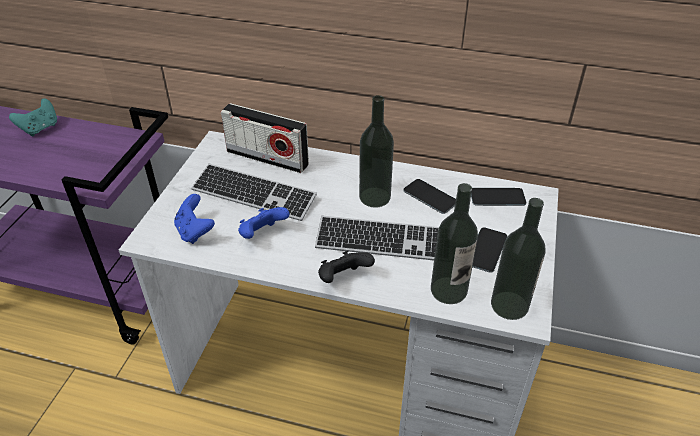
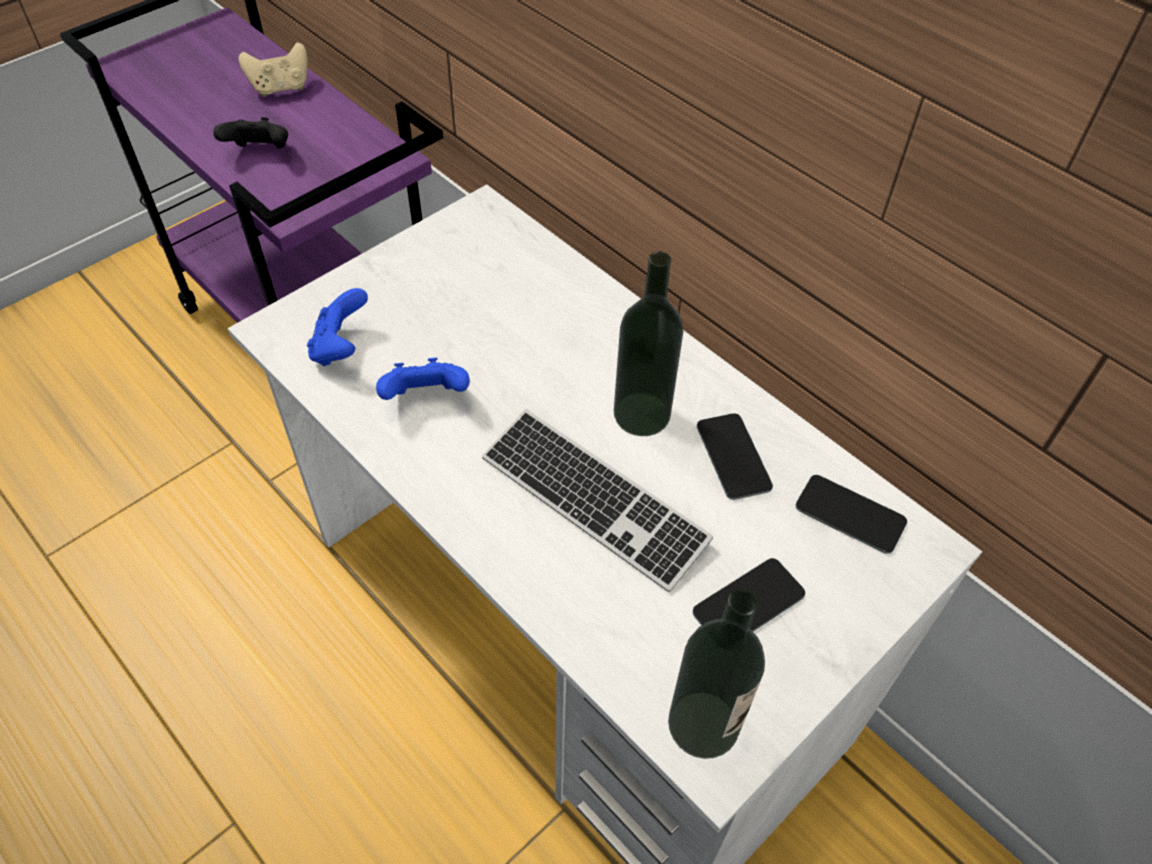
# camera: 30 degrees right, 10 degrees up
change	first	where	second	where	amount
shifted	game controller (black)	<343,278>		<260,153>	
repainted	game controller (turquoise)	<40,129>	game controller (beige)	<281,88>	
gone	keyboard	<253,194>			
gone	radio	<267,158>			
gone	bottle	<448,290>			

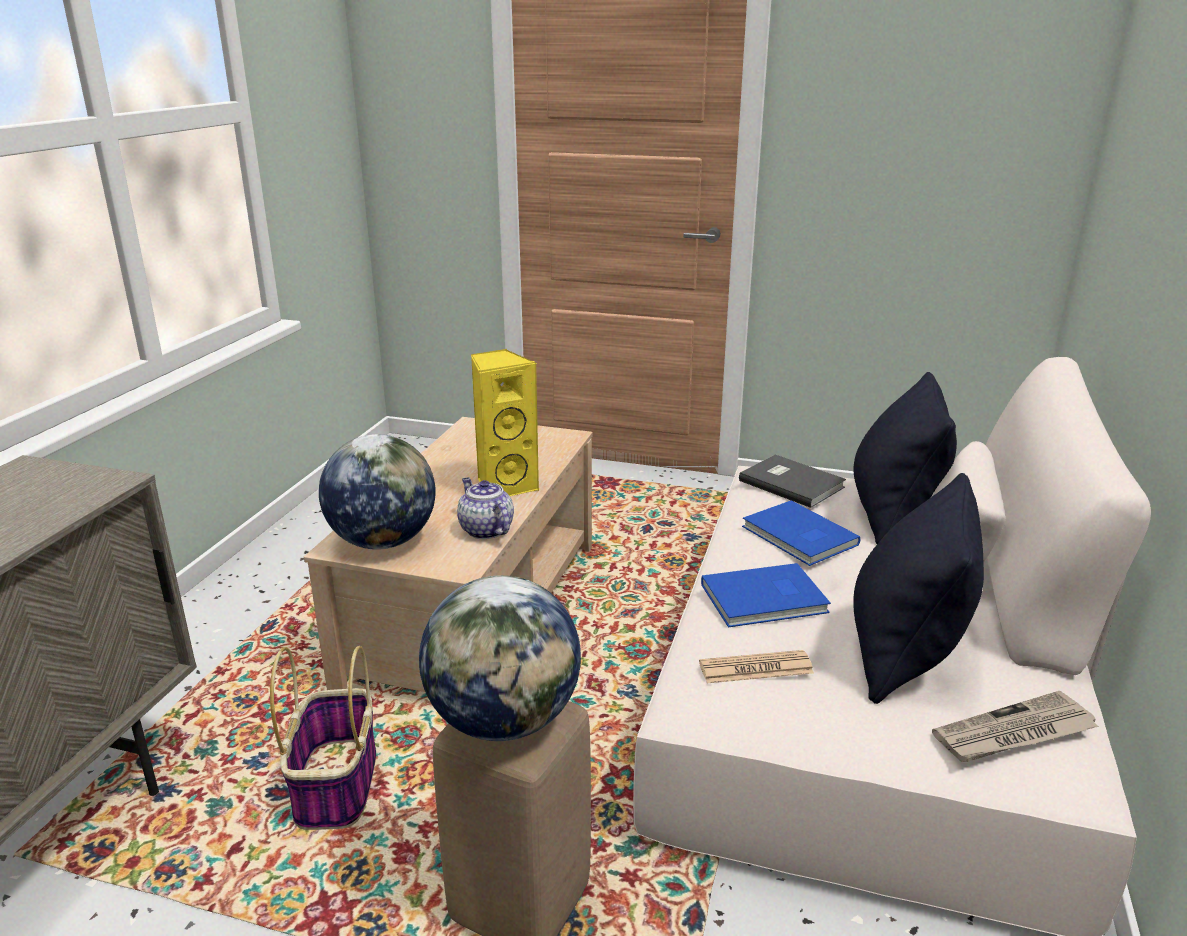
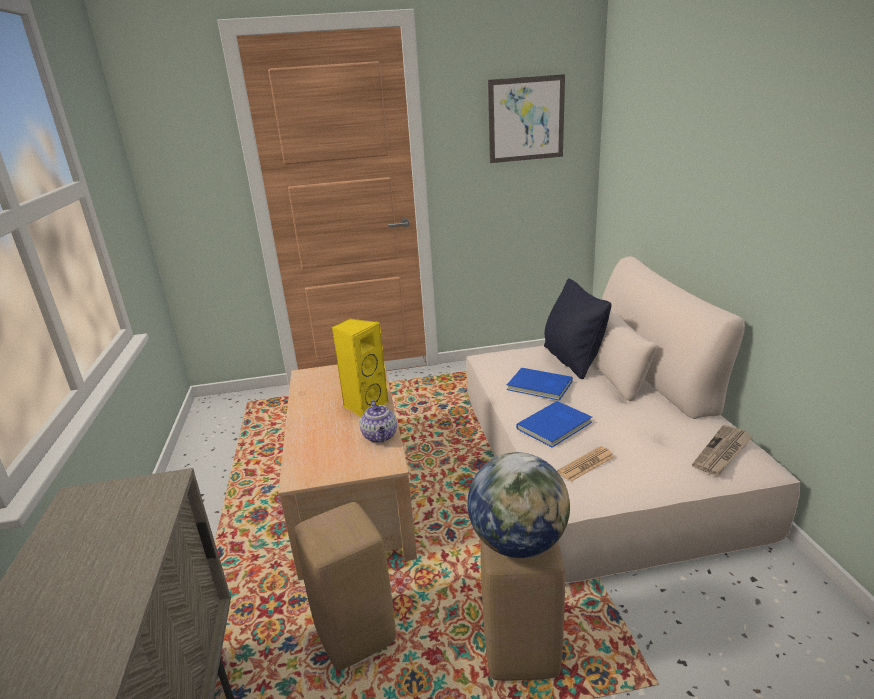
# camera: 25 degrees left, 0 degrees up
change	first	where	second	where	amount
swapped	basket	<336,784>	stool (beige)	<354,635>	
rotated	teapot	<485,530>		<380,436>	135 degrees counterclockwise
new			picture	<526,119>	
gone	globe	<383,541>			
gone	book (grey)	<791,483>			
gone	pillow (black)	<904,654>			

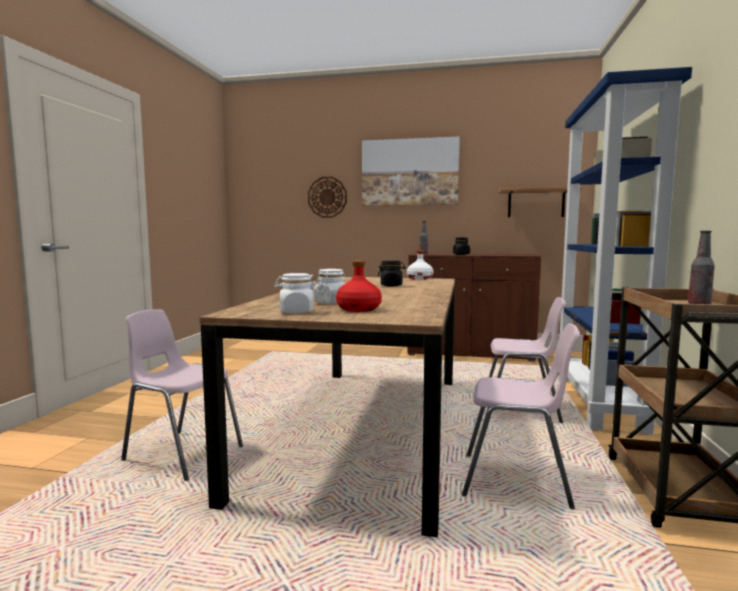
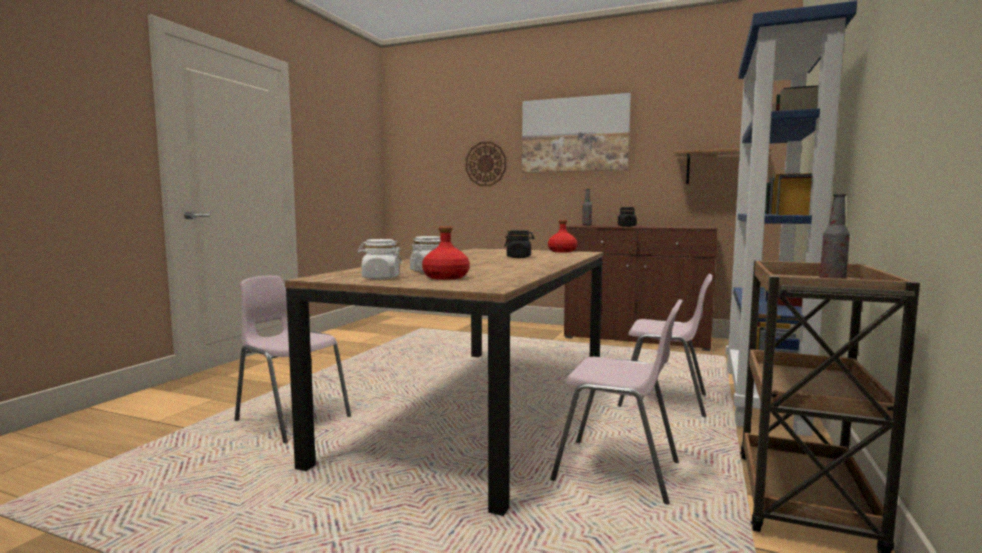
# camera: 10 degrees right, 0 degrees up
change	first	where	second	where	amount
repainted	bottle (white)	<420,278>	bottle (red)	<562,251>	

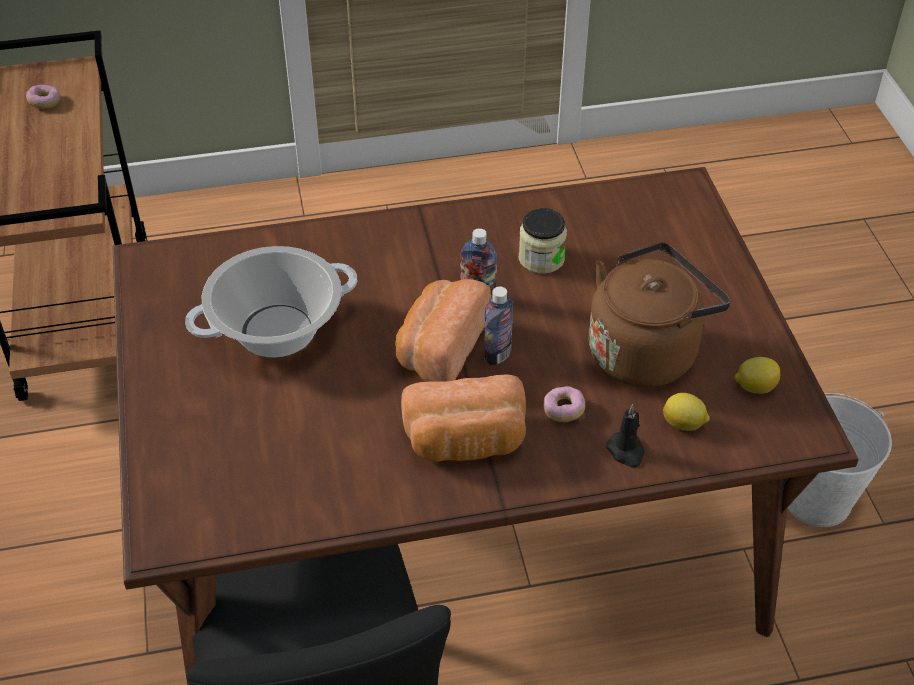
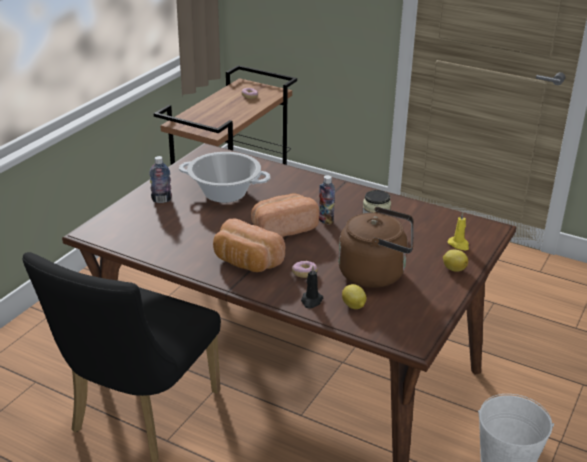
# camera: 40 degrees right, 15 degrees down
change	first	where	second	where	amount
shifted	bottle	<497,354>		<161,200>	
shifted	lemon	<754,386>		<453,269>	
new			candle (yellow)	<459,245>	

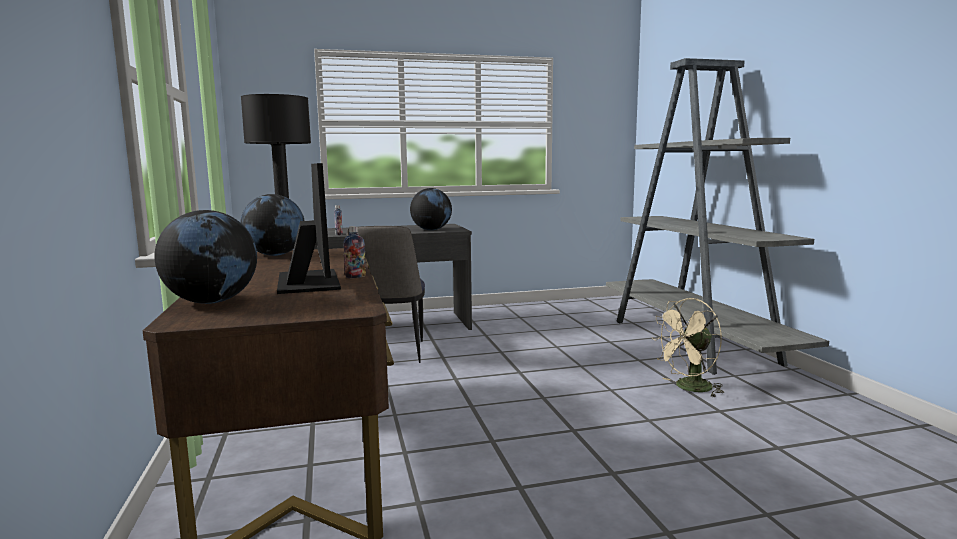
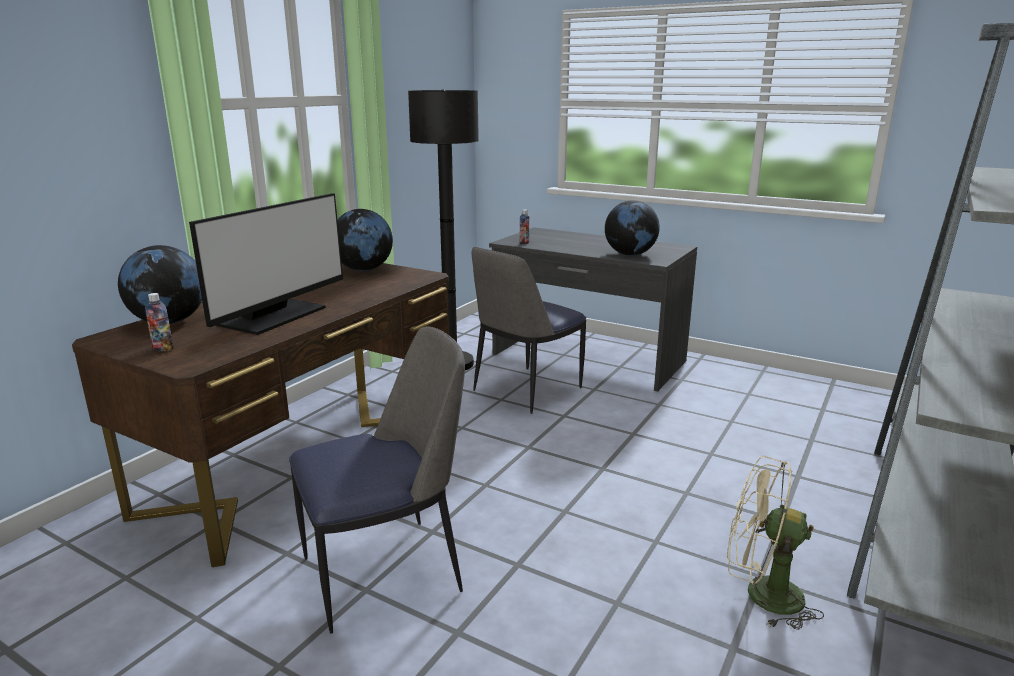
# camera: 45 degrees right, 10 degrees up
change	first	where	second	where	amount
shifted	bottle	<355,277>		<163,349>	
new			chair	<386,572>	

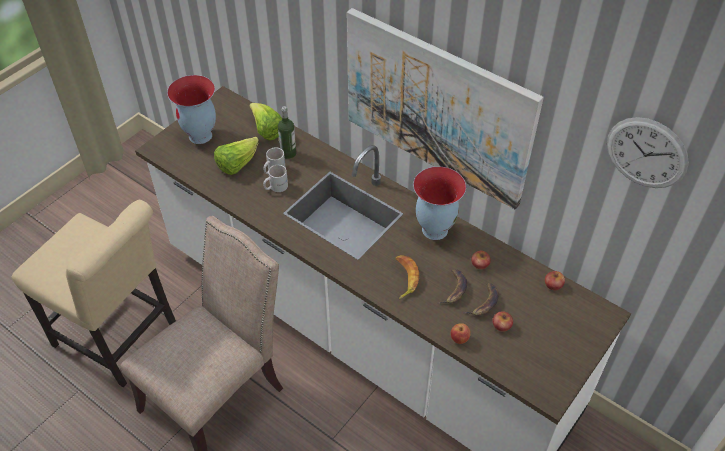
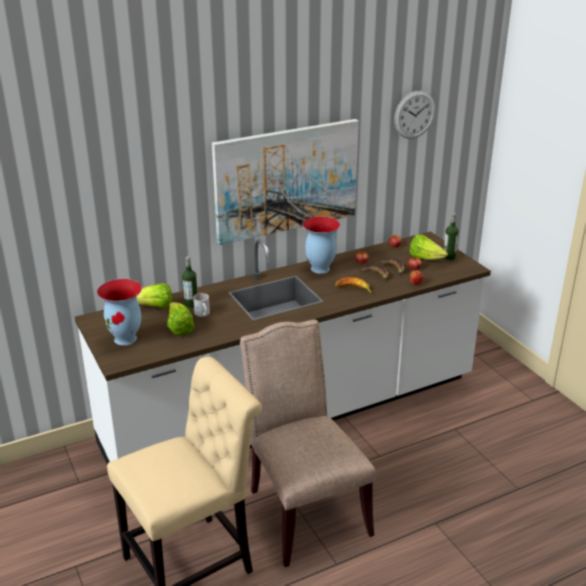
# camera: 65 degrees left, 20 degrees down
change	first	where	second	where	amount
new			lettuce	<425,258>	
new			bottle	<449,257>	
gone	mug (white)	<275,186>			

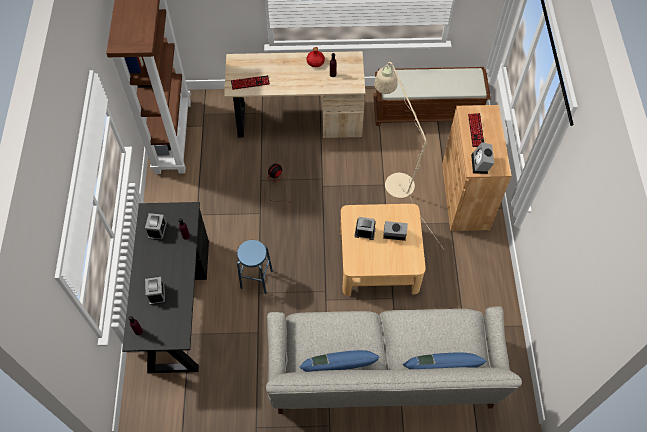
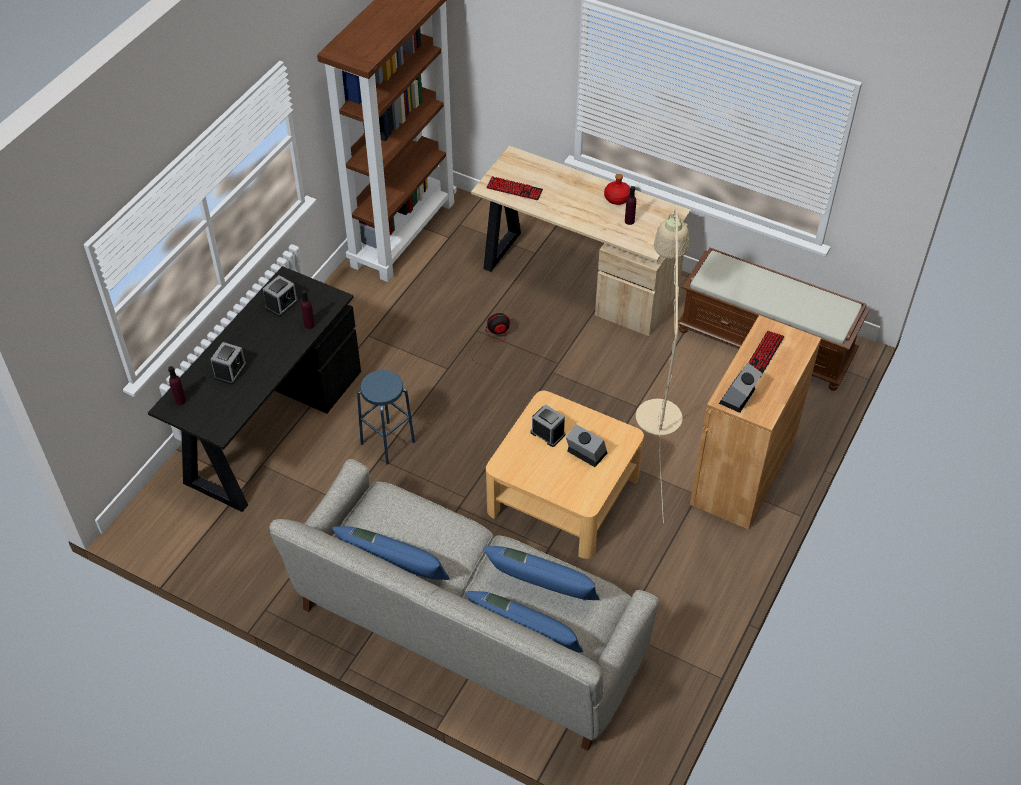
# camera: 30 degrees right, 10 degrees down
change	first	where	second	where	amount
new			pillow (blue)	<541,588>	

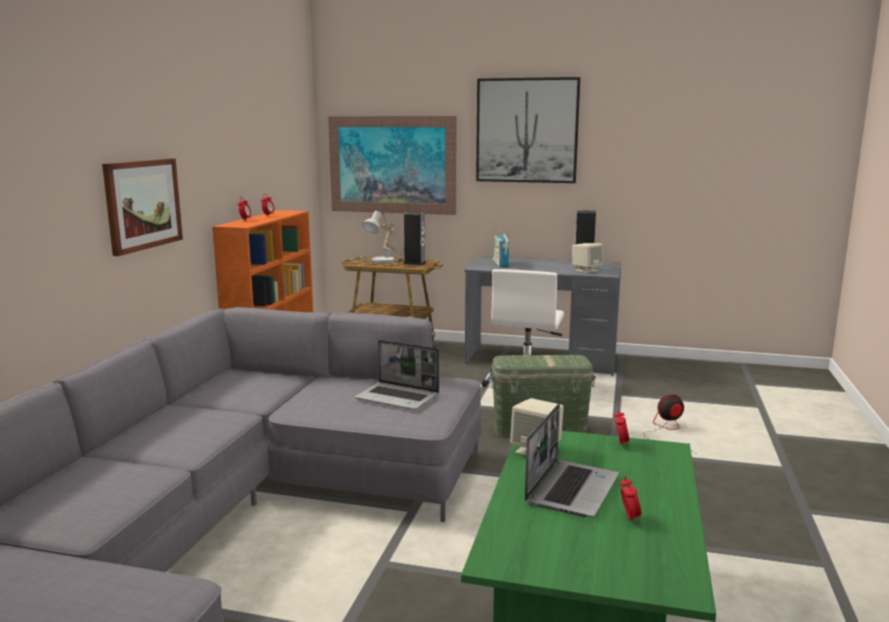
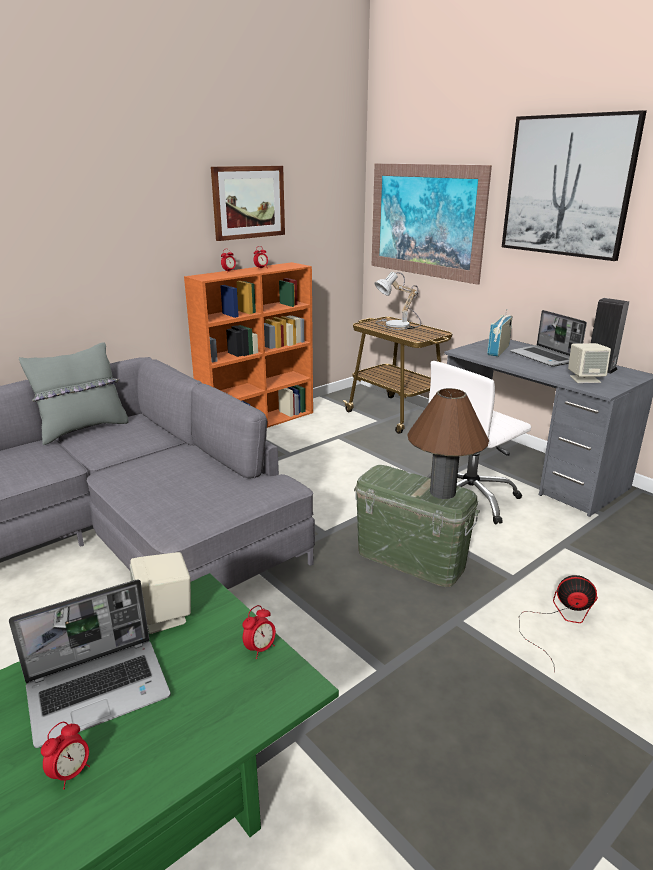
# camera: 35 degrees right, 10 degrees up
change	first	where	second	where	amount
new			pillow (grey)	<83,429>	
shifted	picture	<143,204>		<248,202>	
new			table lamp (brown)	<442,492>	
shifted	laptop	<398,398>		<545,357>	
gone	speaker	<414,263>			

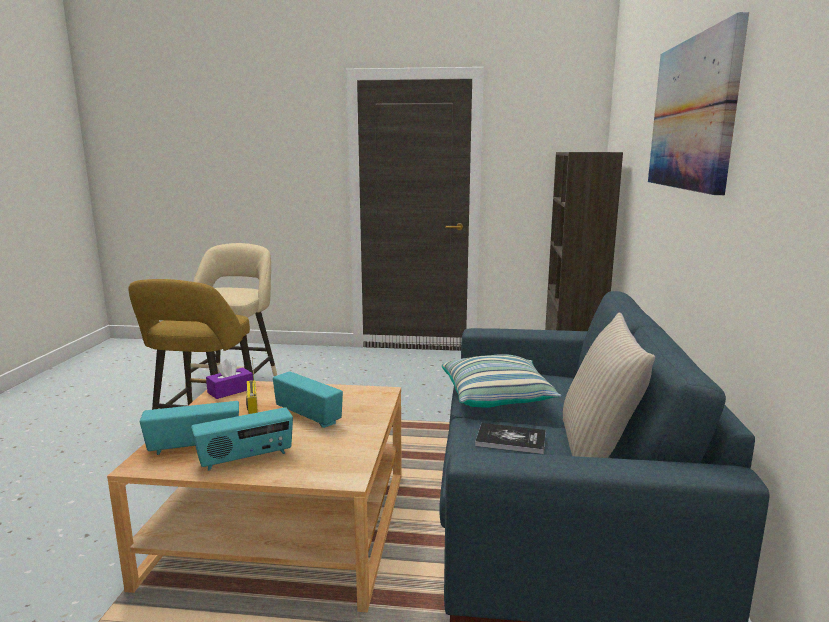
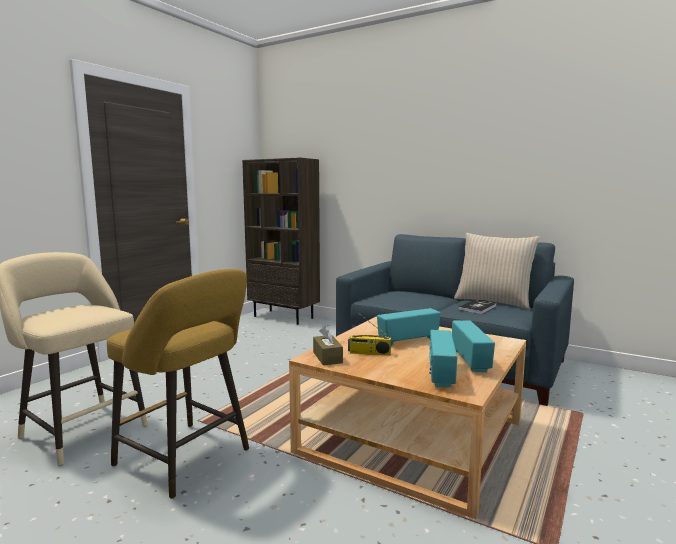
# camera: 65 degrees left, 5 degrees down
change	first	where	second	where	amount
repainted	tissue box (purple)	<230,390>	tissue box (brown)	<327,357>	
gone	pillow	<497,397>			
gone	picture	<692,114>			

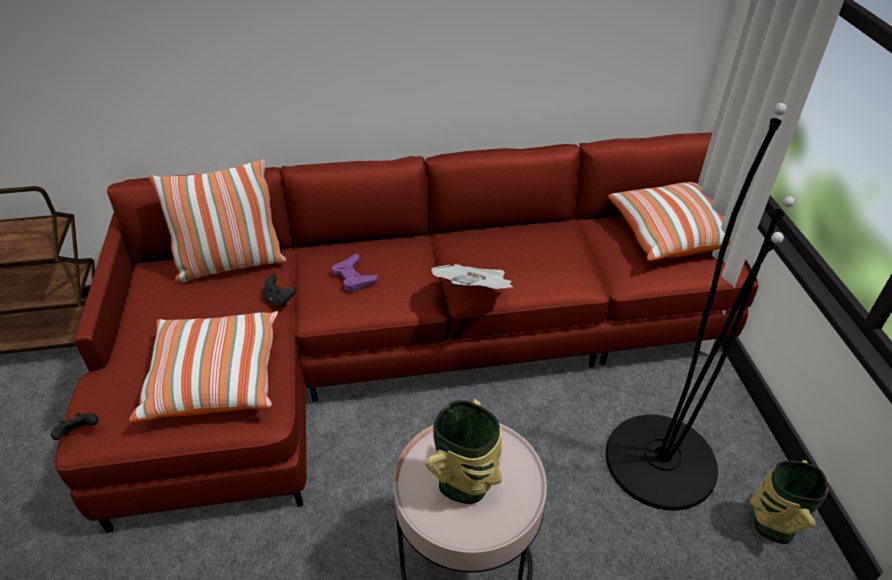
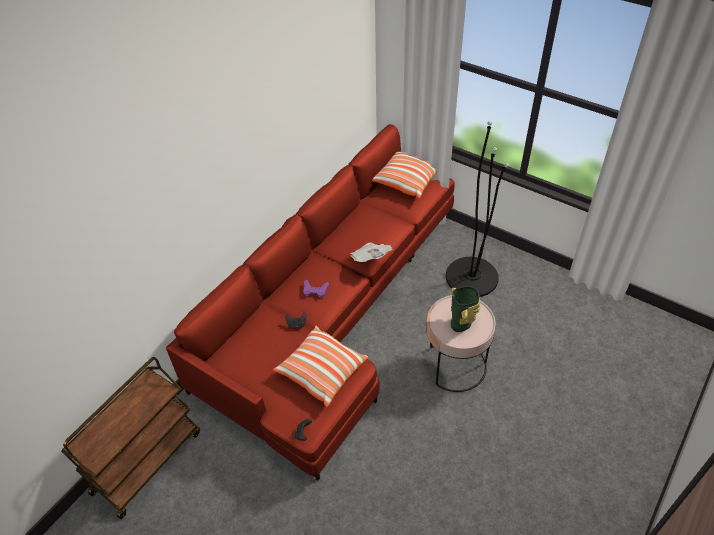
# camera: 45 degrees left, 5 degrees up
change	first	where	second	where	amount
gone	pillow	<231,264>			
gone	vase	<771,525>			

